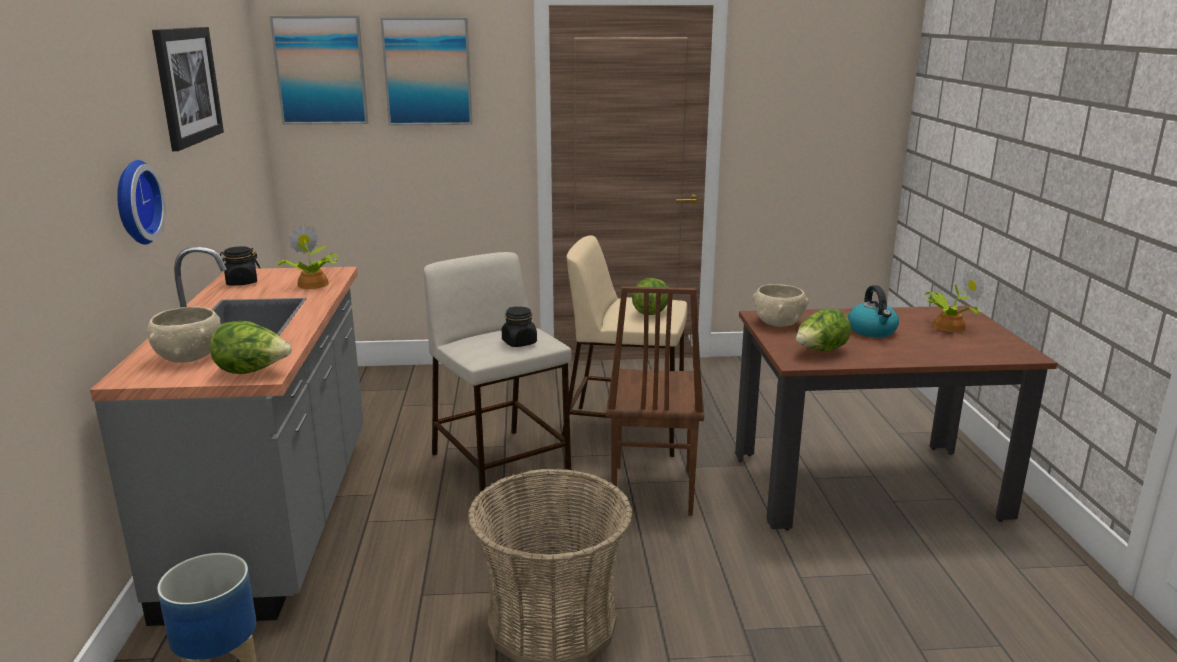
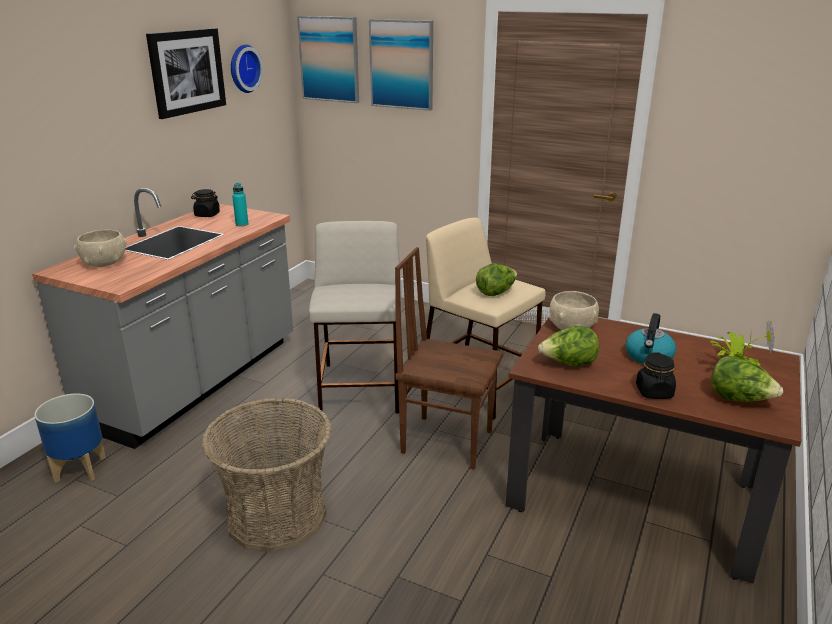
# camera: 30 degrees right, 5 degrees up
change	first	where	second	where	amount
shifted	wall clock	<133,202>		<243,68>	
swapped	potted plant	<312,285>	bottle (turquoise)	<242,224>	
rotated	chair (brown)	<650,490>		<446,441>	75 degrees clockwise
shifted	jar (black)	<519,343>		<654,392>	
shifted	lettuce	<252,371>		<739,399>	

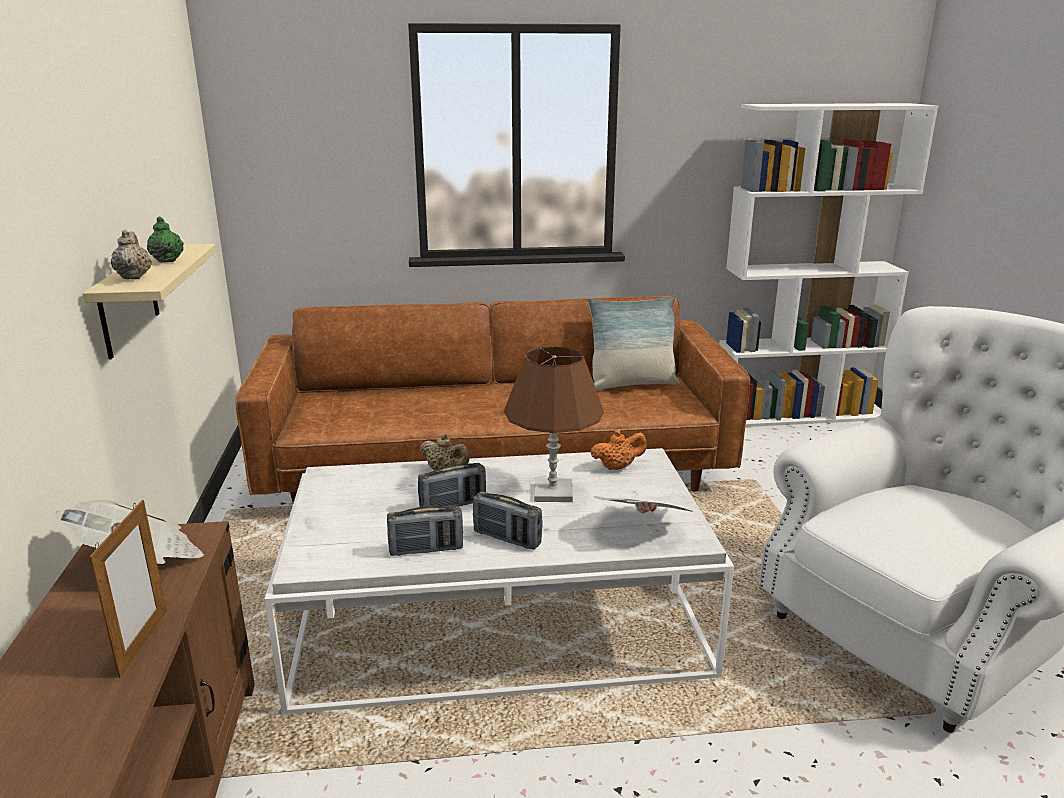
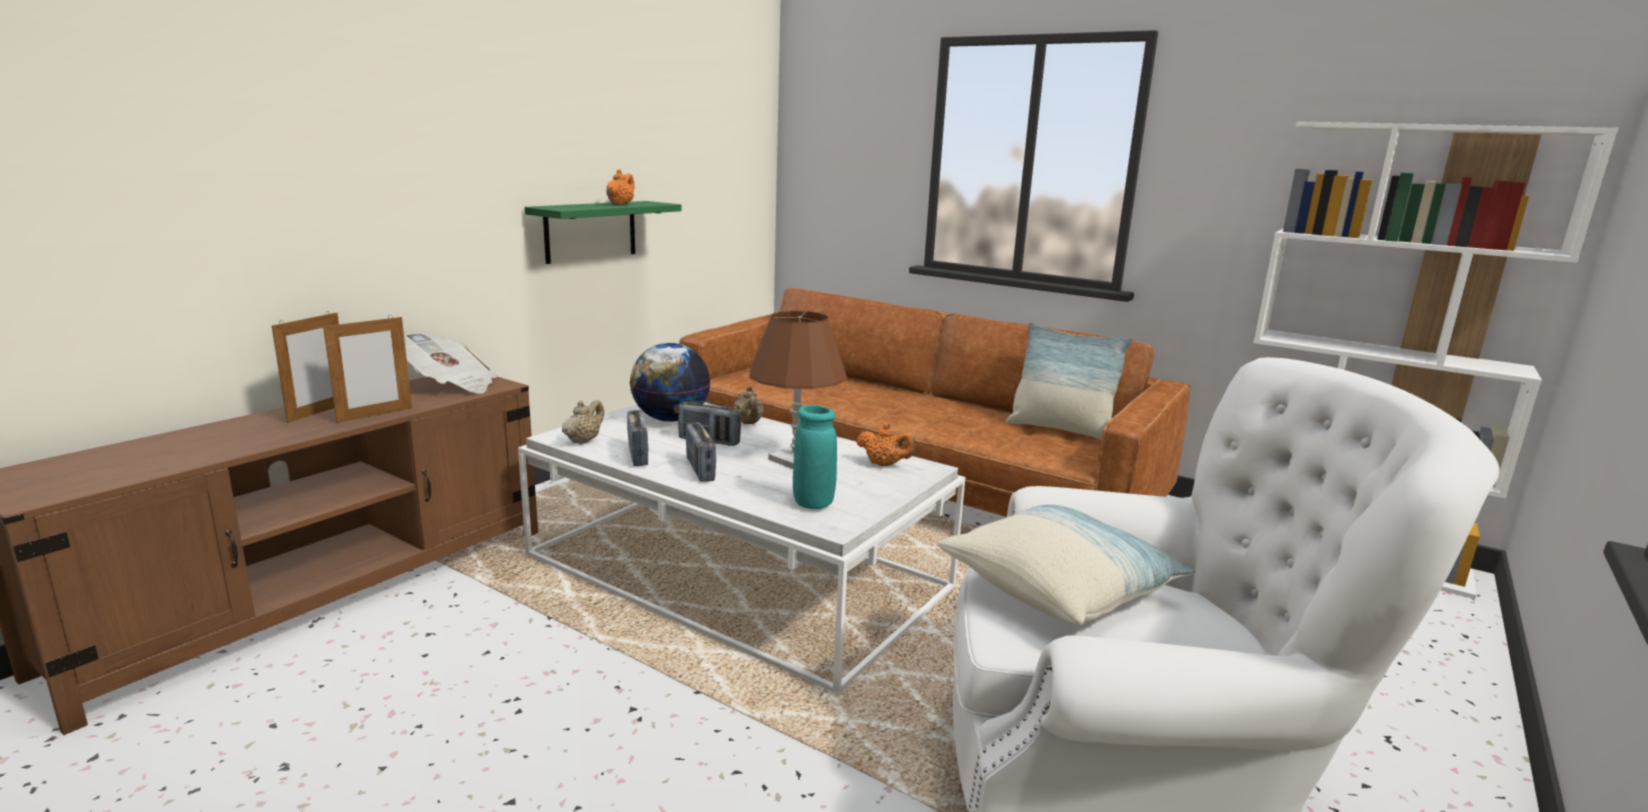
# camera: 40 degrees right, 5 degrees down
change	first	where	second	where	amount
new			picture frame	<319,412>	
repainted	shelf (beige)	<128,301>	shelf (green)	<591,231>	
shifted	teapot (beige)	<134,277>		<583,441>	
repainted	teapot (green)	<167,260>	teapot (orange)	<621,204>	
rotated	radio	<426,549>		<638,455>	135 degrees counterclockwise
new			globe	<670,419>	
swapped	newspaper	<643,527>	vase (turquoise)	<813,503>	
new			pillow	<1059,588>	

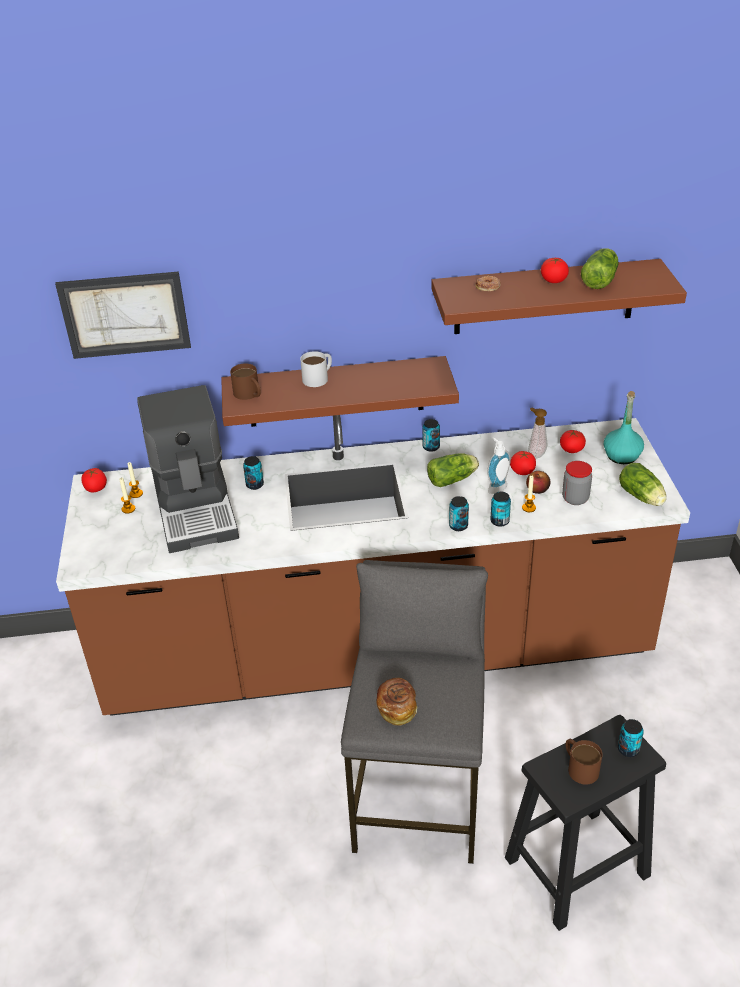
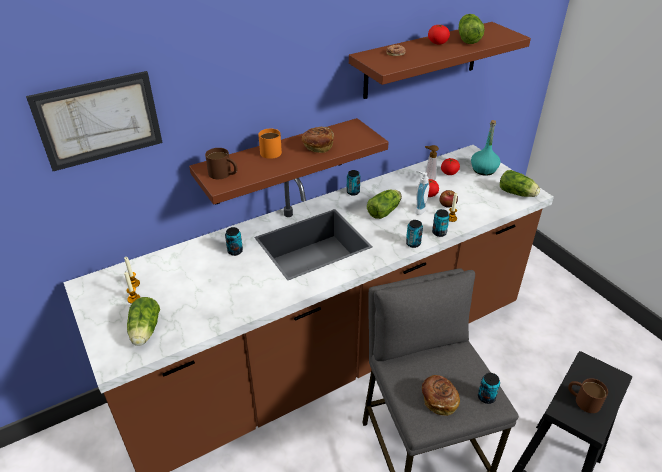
# camera: 25 degrees left, 0 degrees up
change	first	where	second	where	amount
new			lettuce	<145,332>	
repainted	mug (white)	<319,377>	mug (orange)	<272,150>	
new			bread	<318,147>	
shifted	can	<628,749>		<486,397>	
gone	tomato	<96,488>			
gone	coffee machine	<196,507>			
gone	jar	<575,499>			

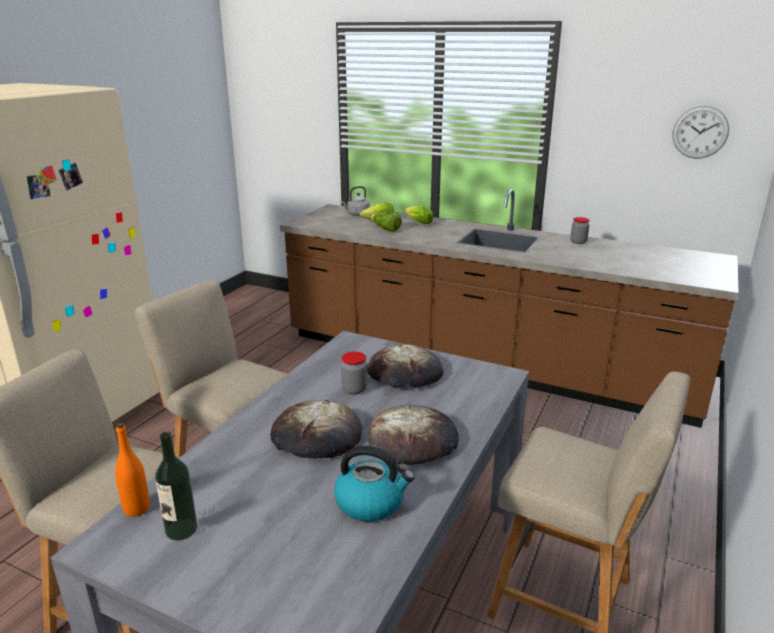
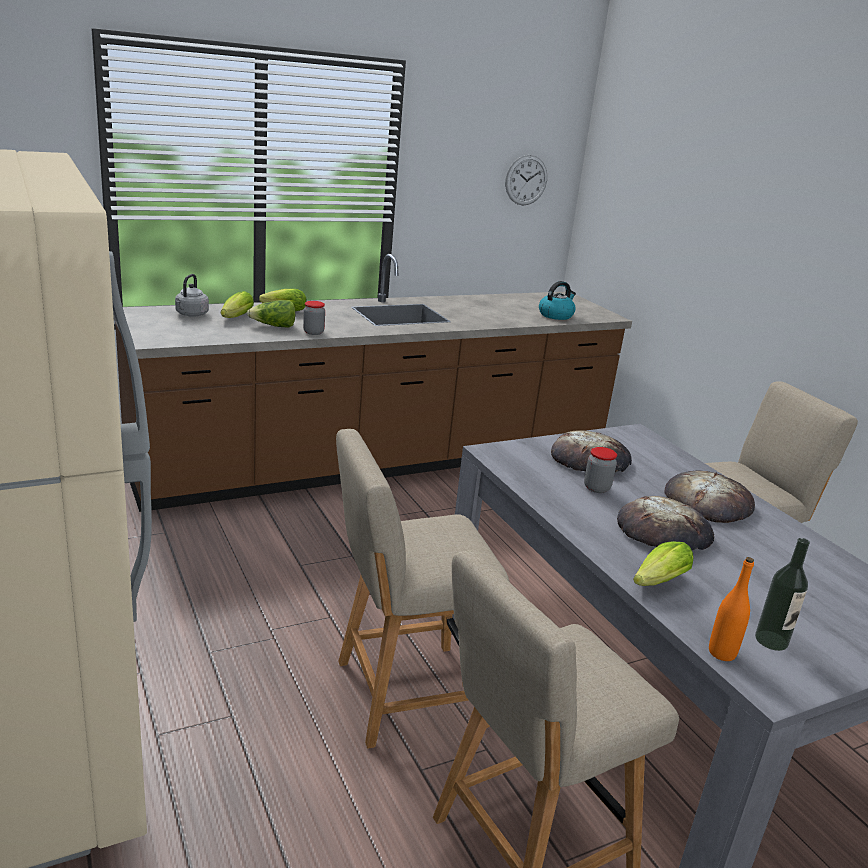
# camera: 55 degrees left, 0 degrees up
change	first	where	second	where	amount
shifted	jar	<578,242>		<313,332>	
shifted	kettle	<371,502>		<556,315>	
new			lettuce	<656,583>	

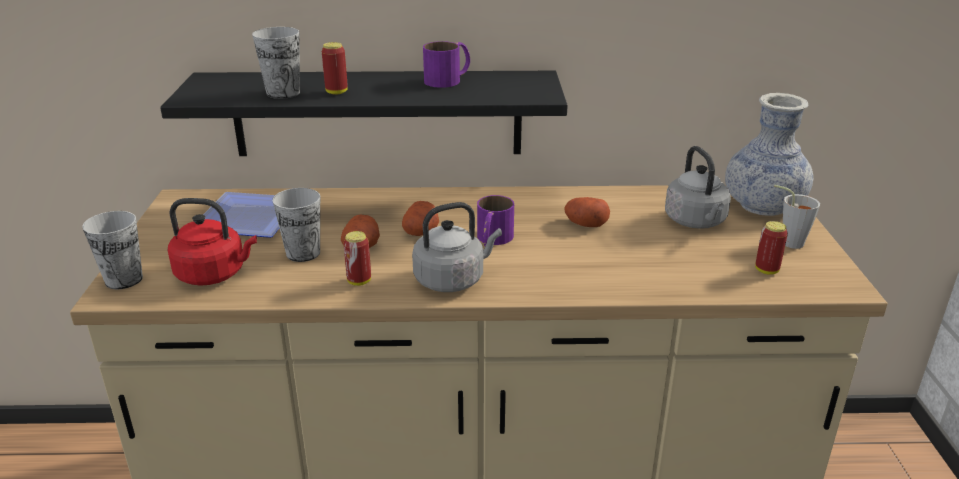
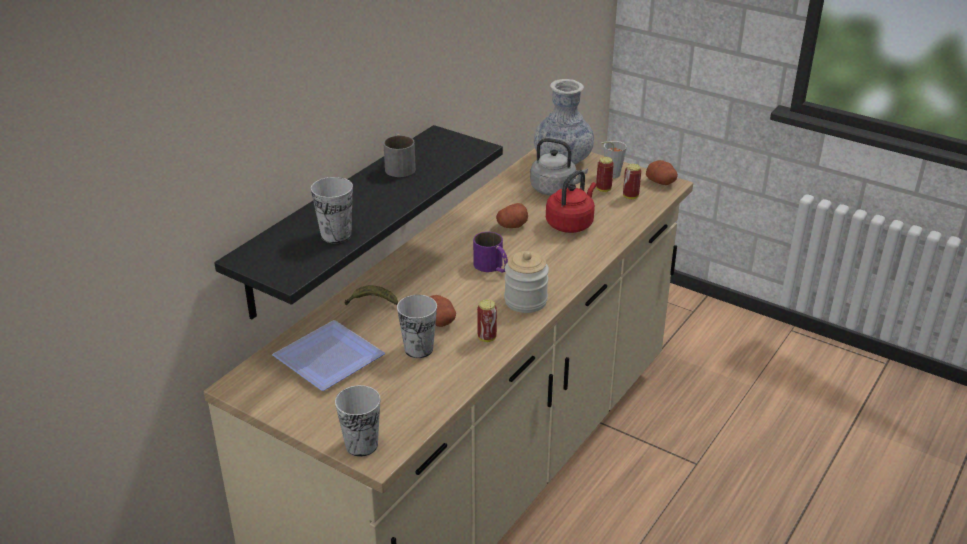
# camera: 55 degrees left, 5 degrees up
change	first	where	second	where	amount
new			banana	<371,302>	
repainted	mug (purple)	<449,79>	mug (grey)	<399,165>	
swapped	kettle (grey)	<453,279>	jar	<525,301>	
shifted	kettle (red)	<214,274>		<571,223>	
shifted	can	<336,92>		<603,189>	
shifted	potato	<421,232>		<661,182>	

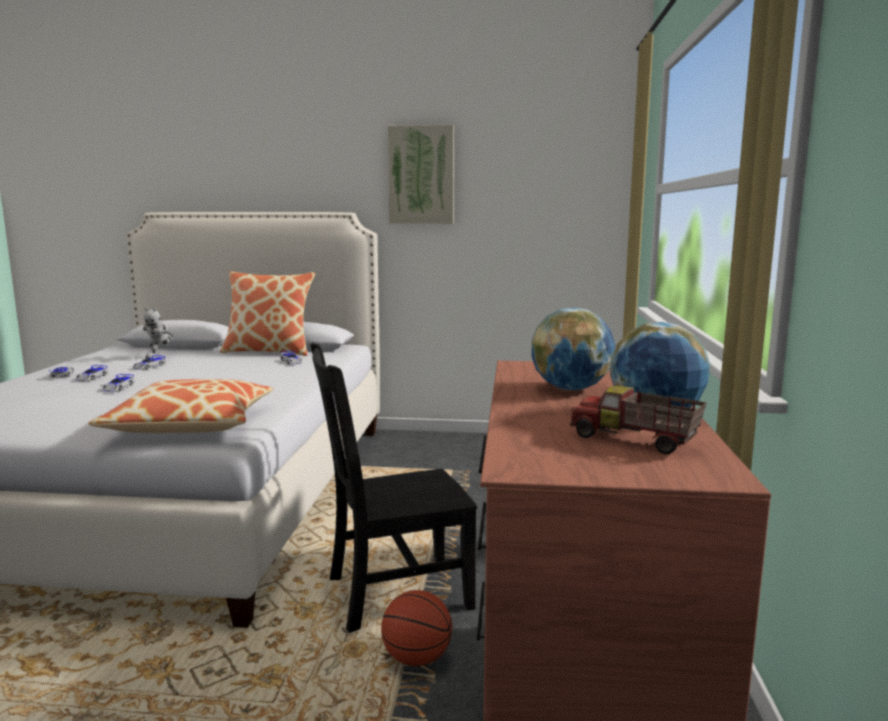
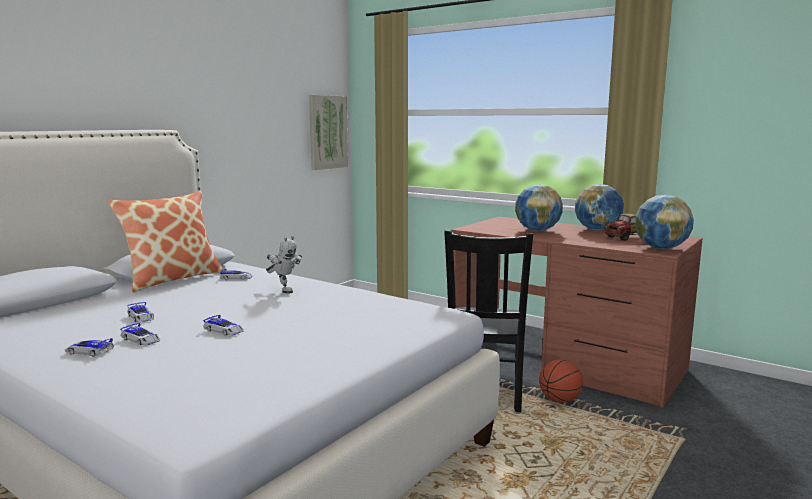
# camera: 60 degrees left, 0 degrees up
change	first	where	second	where	amount
shifted	toy robot	<160,357>		<284,290>	
shifted	picture	<421,175>		<327,132>	
new			globe	<661,248>	
gone	pillow	<191,424>			

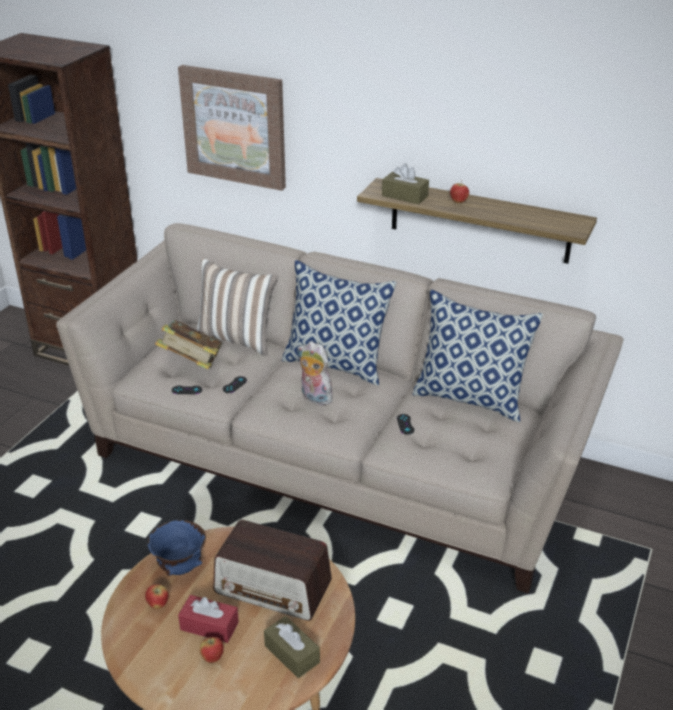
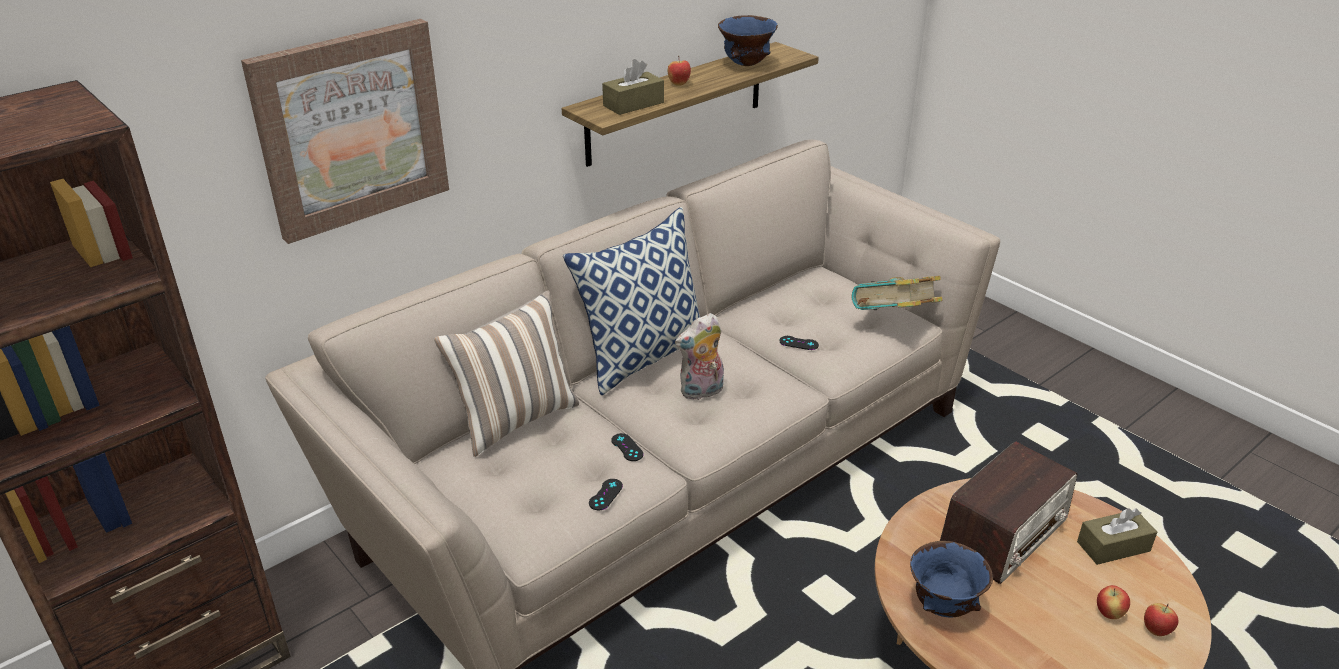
# camera: 65 degrees left, 0 degrees up
change	first	where	second	where	amount
new			bowl (blue)	<746,65>	
shifted	book	<191,364>		<893,321>	
shifted	apple	<158,605>		<1156,631>	
gone	tissue box (red)	<209,626>			
gone	pillow	<471,398>			

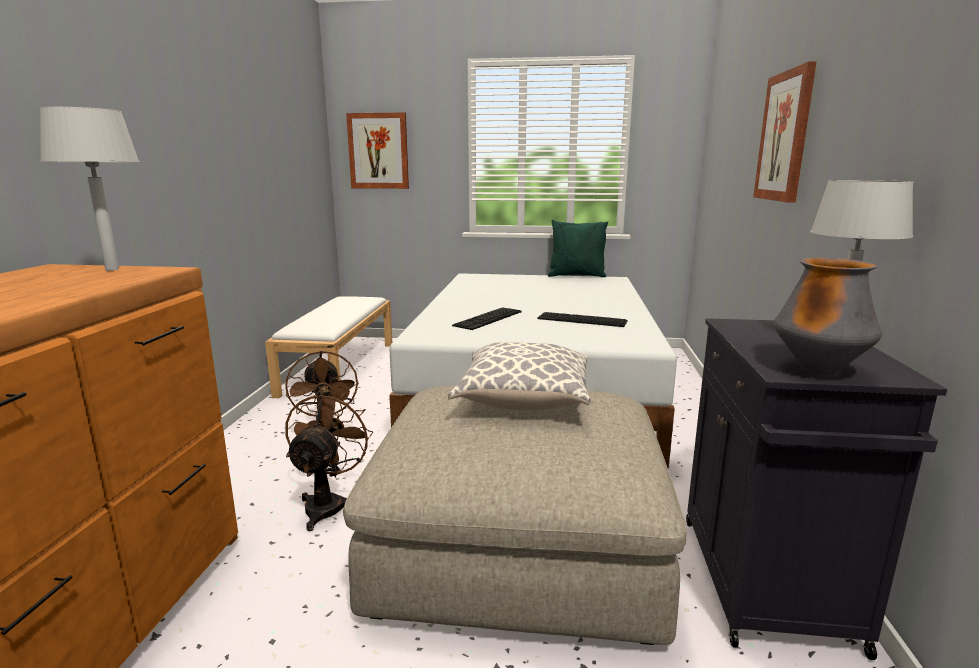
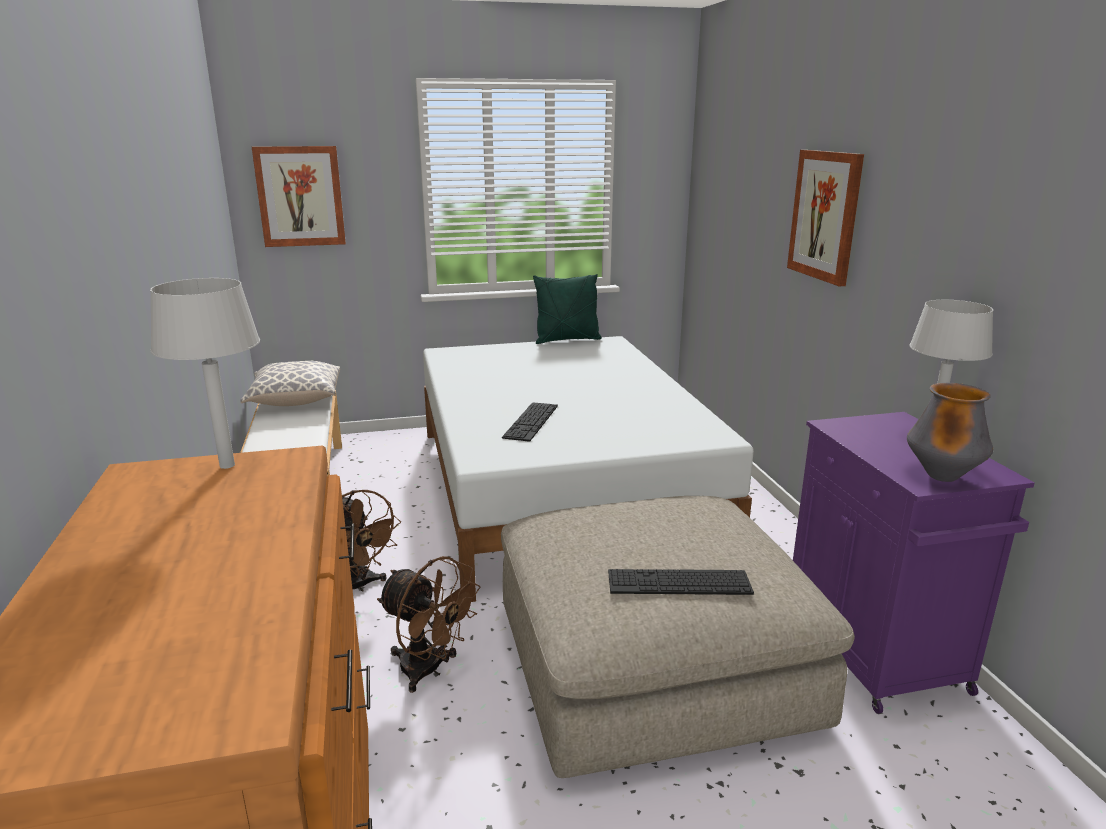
# camera: 20 degrees left, 5 degrees up
change	first	where	second	where	amount
shifted	pillow	<523,401>		<295,401>	
rotated	fan (brown)	<328,504>		<429,670>	135 degrees clockwise
shifted	keyboard	<582,320>		<679,582>	
repainted	cabinet (black)	<766,584>	cabinet (purple)	<875,652>	

